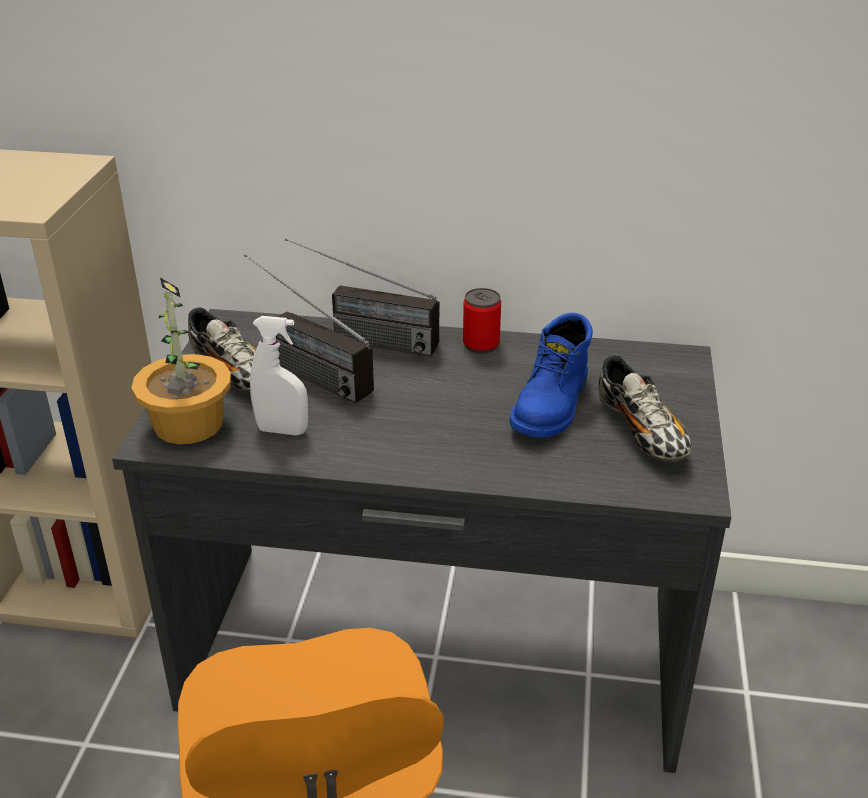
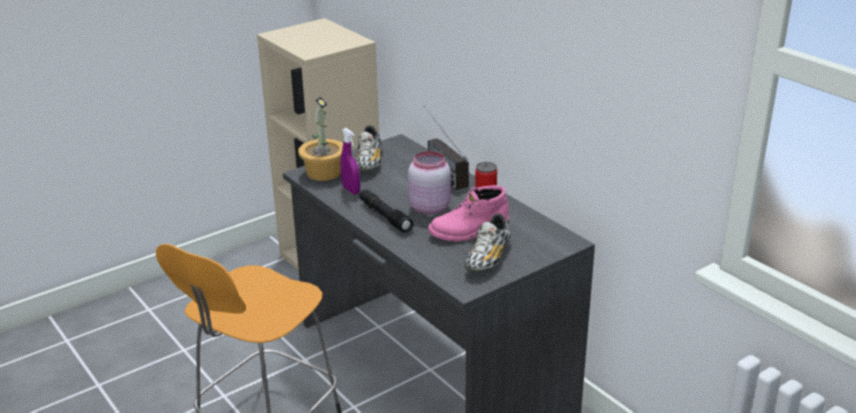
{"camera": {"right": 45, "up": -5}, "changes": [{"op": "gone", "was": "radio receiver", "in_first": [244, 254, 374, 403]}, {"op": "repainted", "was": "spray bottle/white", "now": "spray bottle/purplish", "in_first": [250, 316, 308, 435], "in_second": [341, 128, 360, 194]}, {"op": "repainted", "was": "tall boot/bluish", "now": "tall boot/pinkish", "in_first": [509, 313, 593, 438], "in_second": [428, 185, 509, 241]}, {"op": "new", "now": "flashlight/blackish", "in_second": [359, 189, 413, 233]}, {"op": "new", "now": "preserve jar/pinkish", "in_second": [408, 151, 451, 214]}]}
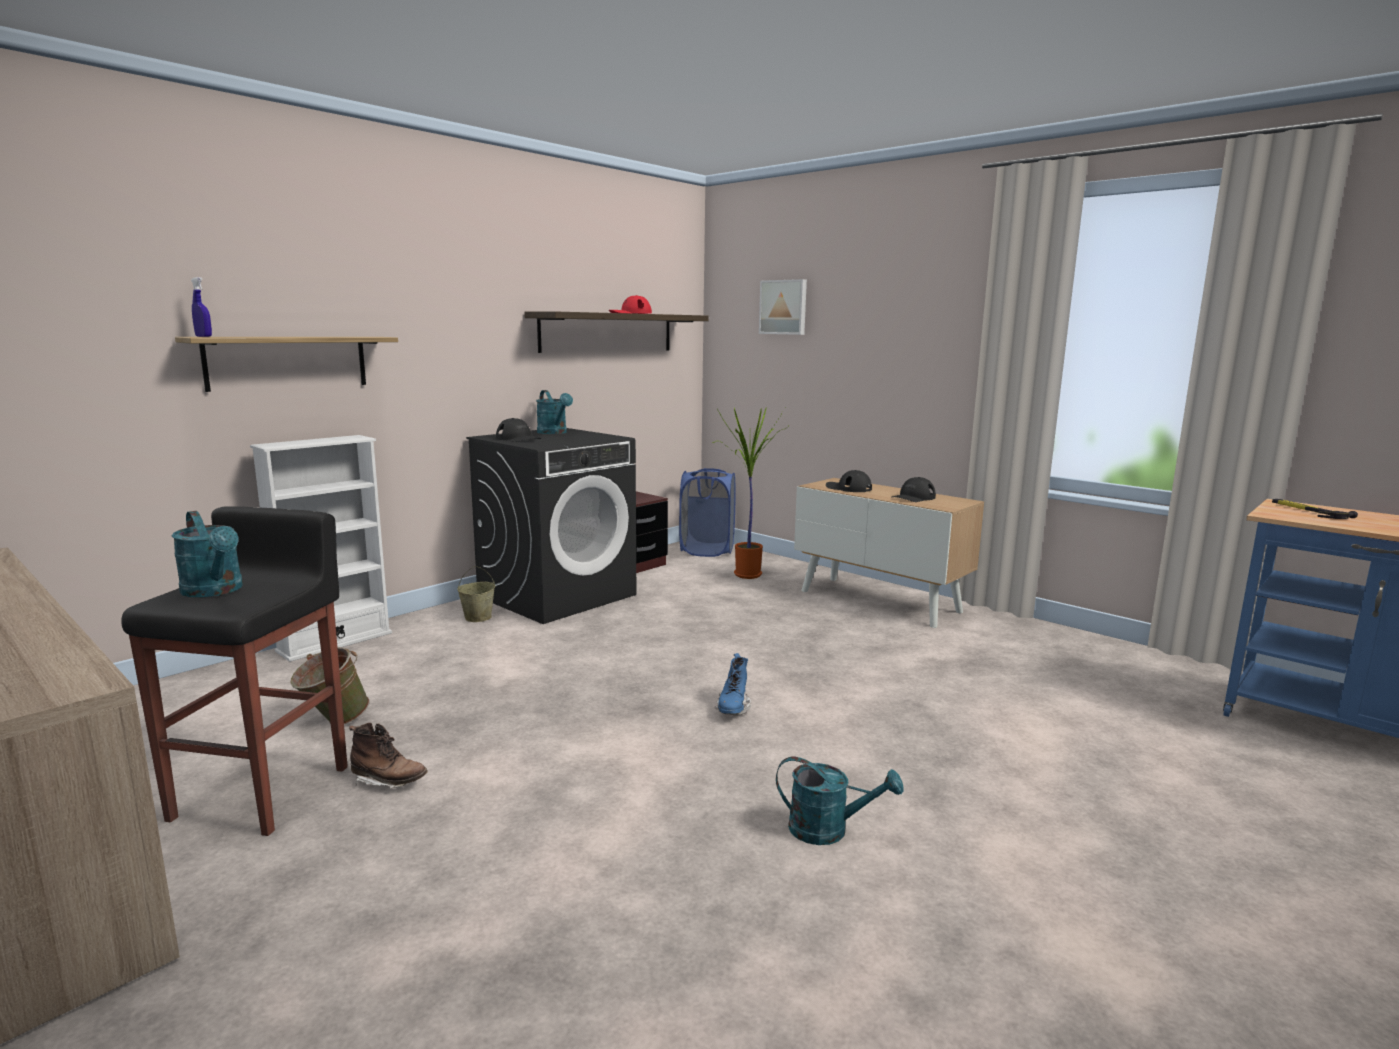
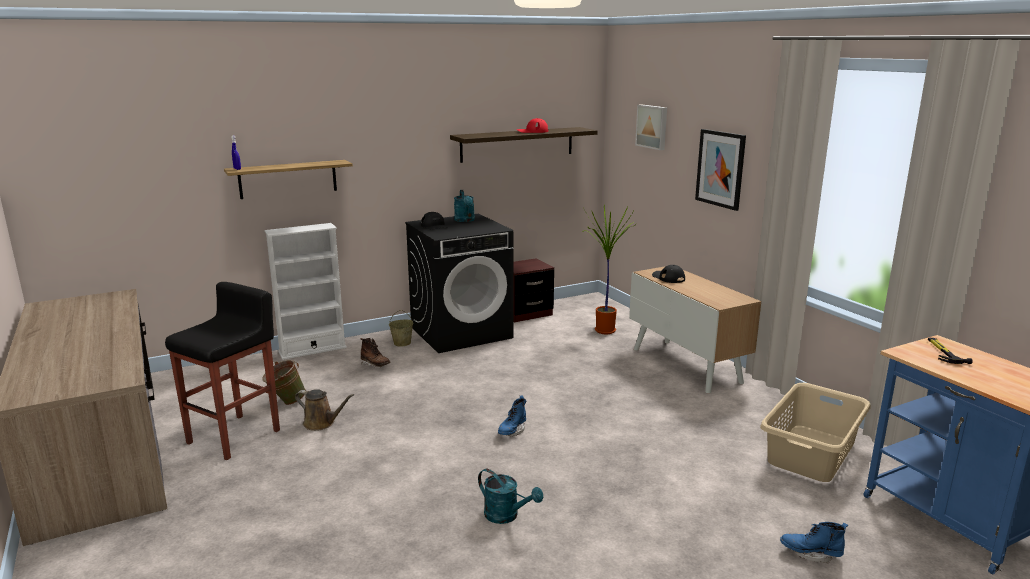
{"camera": {"right": 20, "up": 5}, "changes": [{"op": "gone", "was": "watering can/blue-green", "in_first": [171, 511, 243, 598]}, {"op": "shifted", "was": "tall boot/brown", "in_first": [349, 723, 428, 789], "in_second": [361, 338, 390, 367]}, {"op": "gone", "was": "hamper/bluish", "in_first": [679, 468, 736, 557]}, {"op": "gone", "was": "cap/blackish", "in_first": [892, 477, 936, 502]}, {"op": "new", "now": "watering can/brown", "in_second": [295, 389, 354, 431]}, {"op": "new", "now": "wall art", "in_second": [695, 129, 746, 211]}, {"op": "new", "now": "hamper/beige", "in_second": [760, 383, 871, 482]}, {"op": "new", "now": "tall boot/bluish", "in_second": [780, 522, 848, 563]}]}
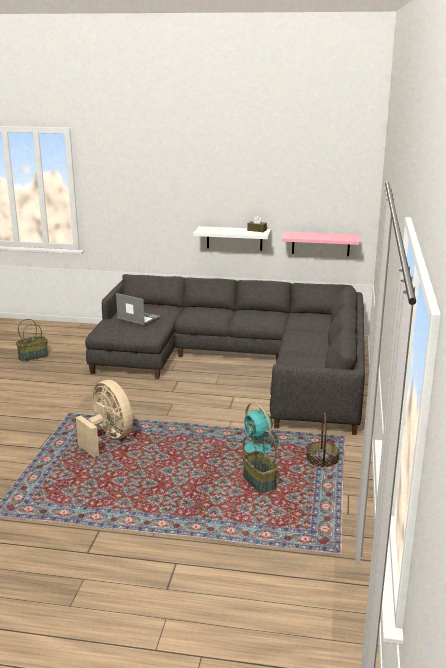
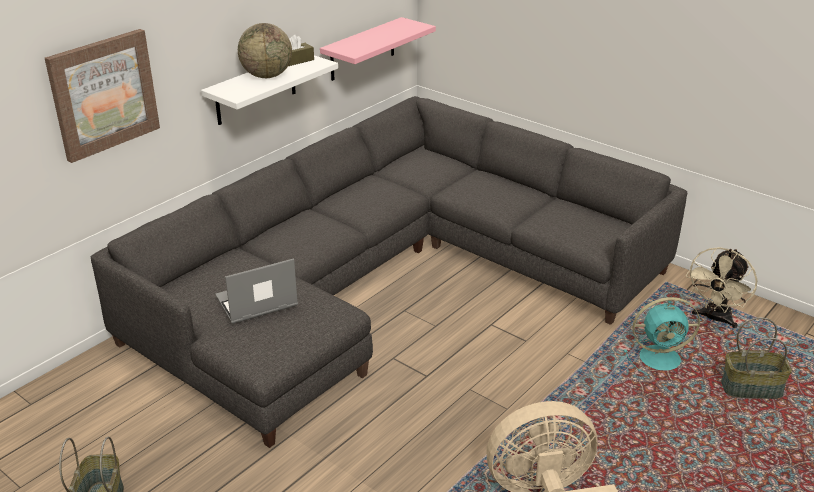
{"camera": {"right": -60, "up": 10}, "changes": [{"op": "swapped", "was": "storage basket", "now": "electric fan/beige", "in_first": [306, 413, 339, 467], "in_second": [686, 247, 758, 328]}, {"op": "new", "now": "wall art", "in_second": [45, 29, 160, 163]}, {"op": "new", "now": "world globe", "in_second": [238, 23, 292, 78]}]}
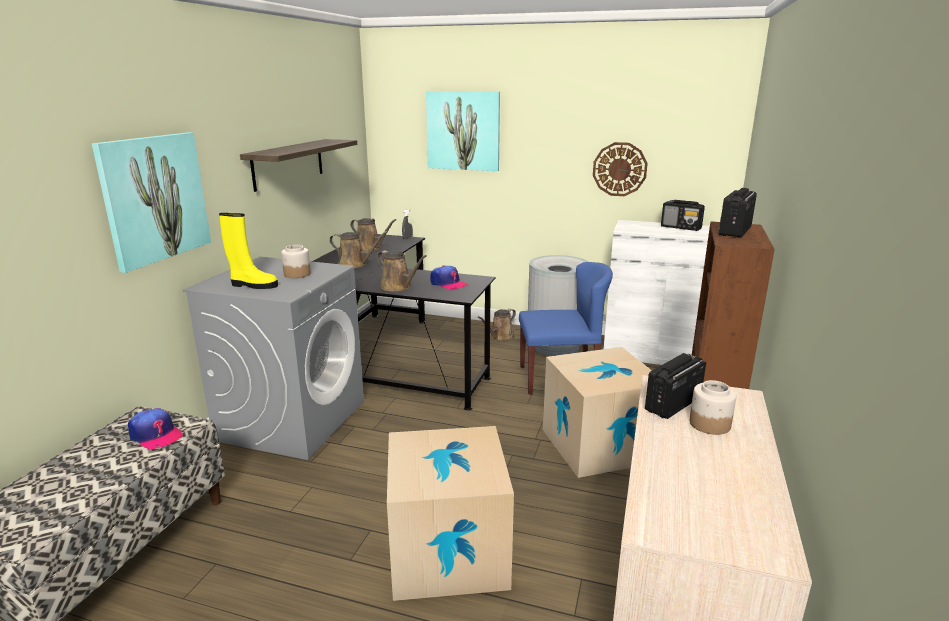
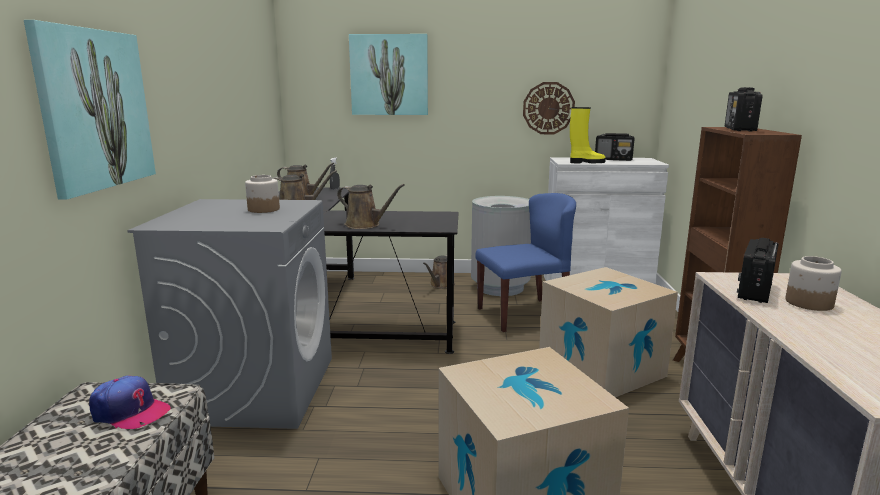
{"camera": {"right": -15, "up": -5}, "changes": [{"op": "shifted", "was": "tall boot/yellowish", "in_first": [219, 213, 278, 289], "in_second": [570, 107, 606, 163]}, {"op": "gone", "was": "bracket shelf", "in_first": [240, 139, 357, 192]}, {"op": "gone", "was": "cap", "in_first": [430, 265, 468, 289]}]}
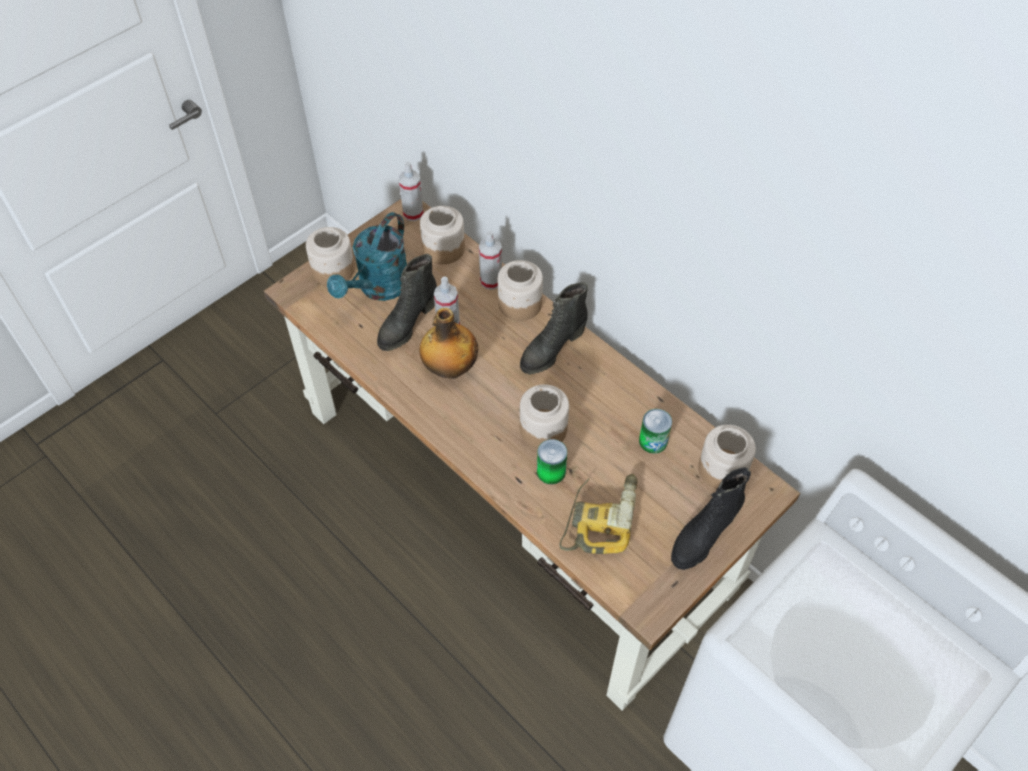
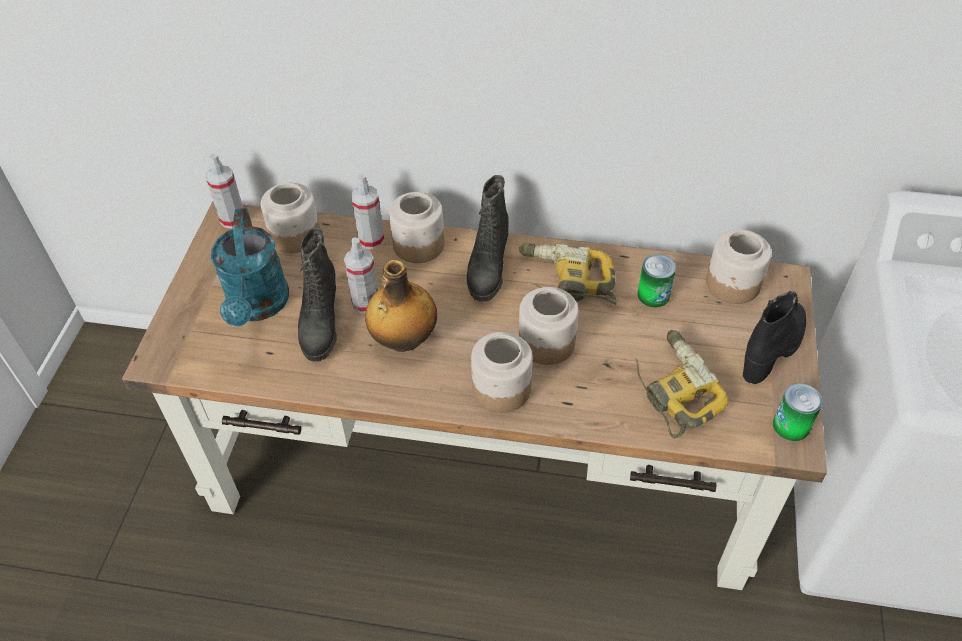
{"camera": {"right": -35, "up": -5}, "changes": [{"op": "shifted", "was": "preserve jar", "in_first": [306, 227, 355, 286], "in_second": [471, 332, 533, 413]}, {"op": "shifted", "was": "sealed can", "in_first": [537, 439, 567, 484], "in_second": [773, 383, 823, 441]}, {"op": "rotated", "was": "tall boot/blackish", "in_first": [671, 467, 751, 570], "in_second": [743, 291, 806, 384], "clockwise": -150}, {"op": "new", "now": "electric drill", "in_second": [518, 243, 617, 305]}]}
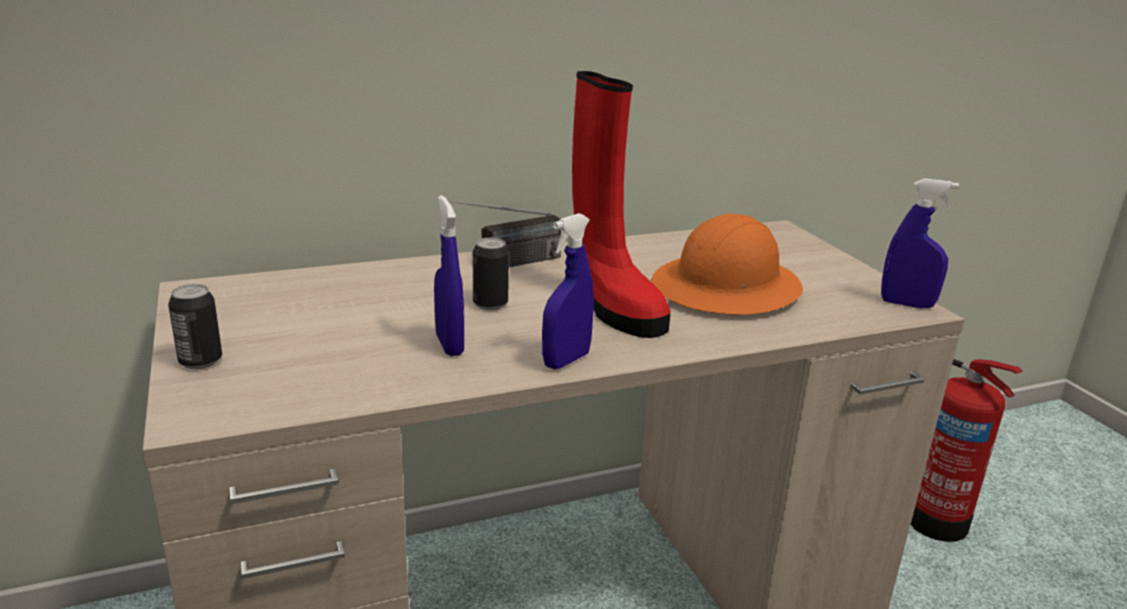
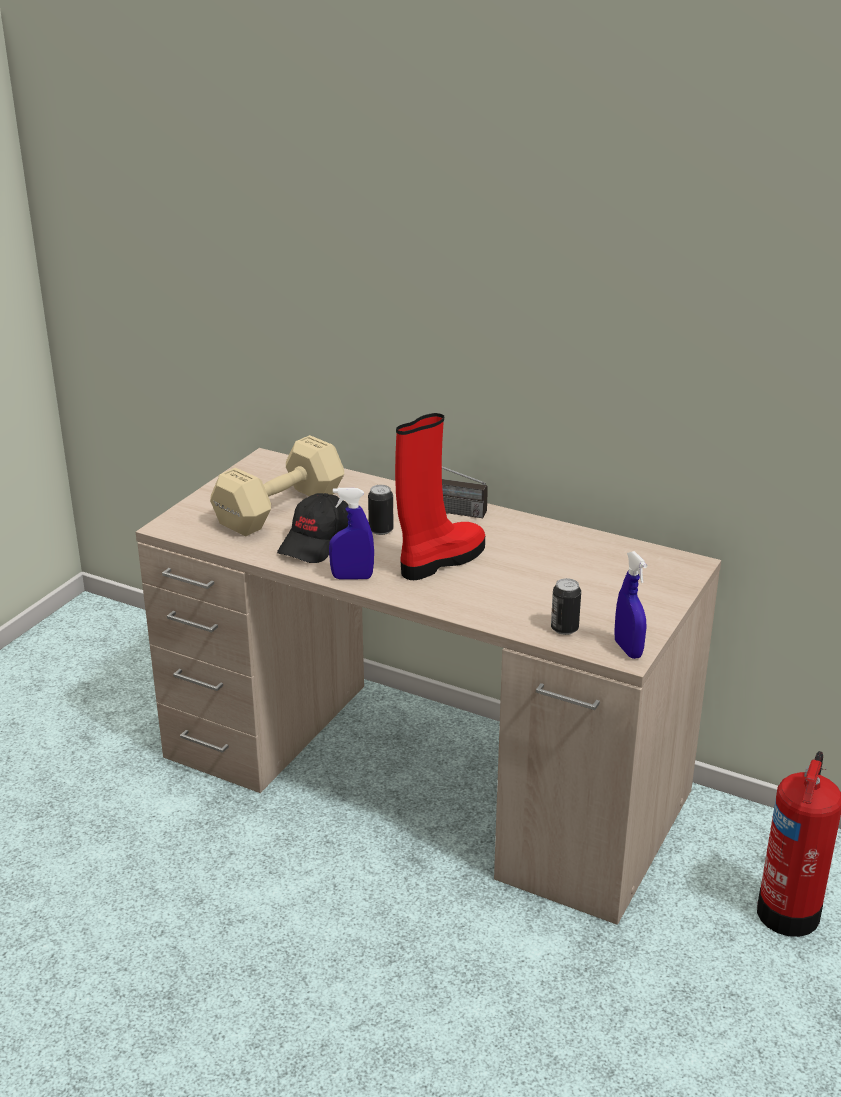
{"camera": {"right": 50, "up": 5}, "changes": [{"op": "shifted", "was": "sealed can", "in_first": [168, 284, 222, 369], "in_second": [551, 578, 581, 635]}, {"op": "swapped", "was": "spray bottle/bluish", "now": "cap/blackish", "in_first": [434, 195, 464, 356], "in_second": [277, 493, 349, 563]}, {"op": "rotated", "was": "tall boot/red", "in_first": [572, 71, 671, 338], "in_second": [395, 413, 485, 580], "clockwise": -150}, {"op": "gone", "was": "work helmet/orange-coloured", "in_first": [652, 213, 803, 315]}, {"op": "new", "now": "hand weight/beige", "in_second": [210, 435, 344, 536]}]}
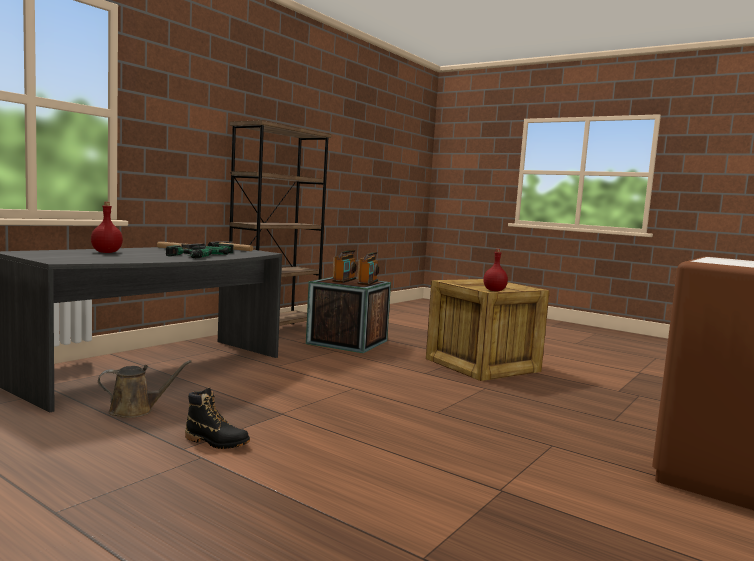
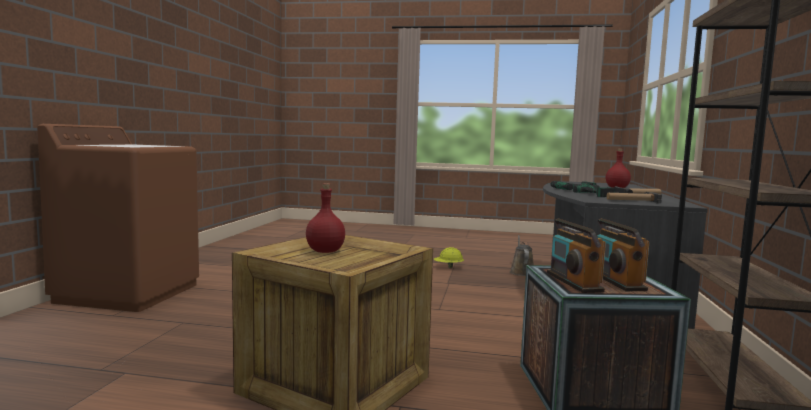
{"camera": {"right": 155, "up": 0}, "changes": [{"op": "rotated", "was": "watering can/brown", "in_first": [98, 360, 192, 418], "in_second": [510, 235, 534, 276], "clockwise": 135}, {"op": "swapped", "was": "tall boot/blackish", "now": "work helmet/yellowish", "in_first": [185, 388, 250, 449], "in_second": [434, 247, 464, 268]}]}
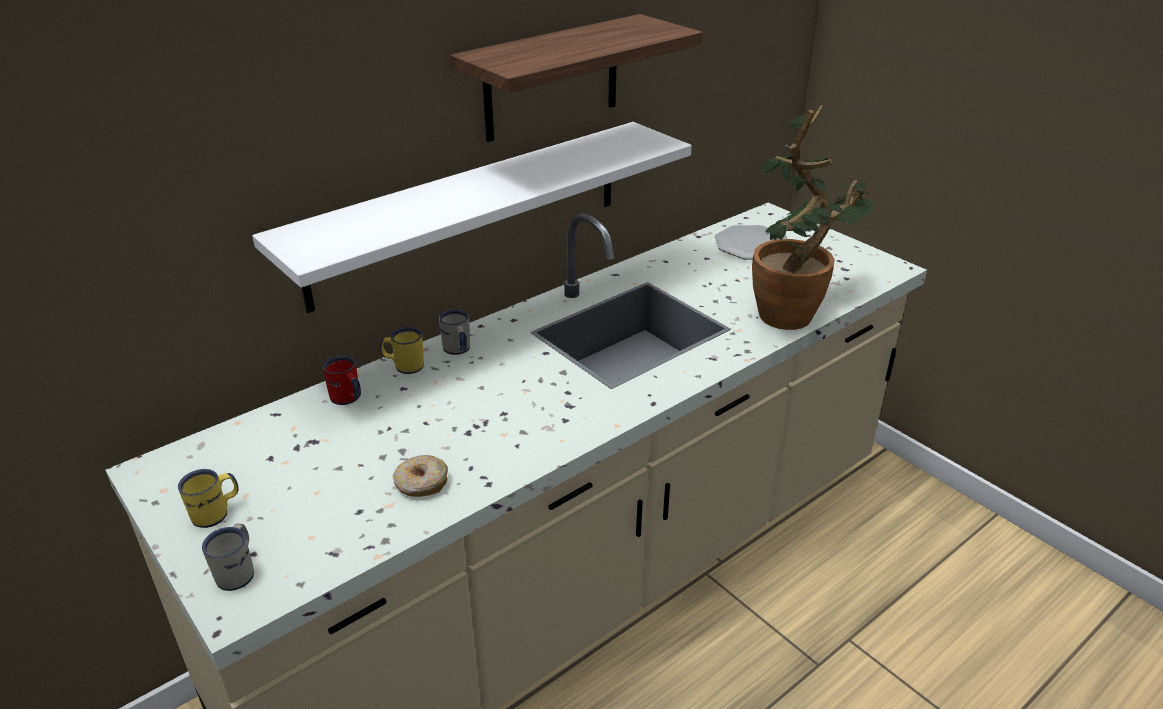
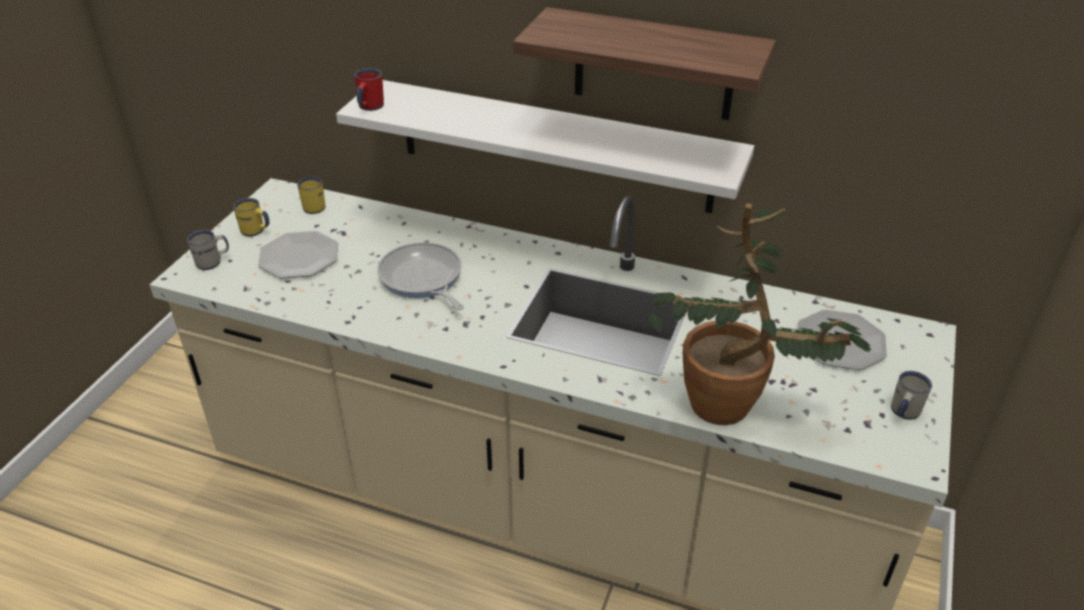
{"camera": {"right": 60, "up": 5}, "changes": [{"op": "shifted", "was": "mug/red", "in_first": [323, 356, 361, 405], "in_second": [354, 68, 384, 111]}, {"op": "shifted", "was": "mug/yellowish", "in_first": [380, 327, 424, 374], "in_second": [297, 176, 325, 214]}, {"op": "gone", "was": "ring doughnut", "in_first": [393, 455, 448, 497]}, {"op": "shifted", "was": "mug/white", "in_first": [439, 309, 470, 355], "in_second": [891, 371, 932, 420]}, {"op": "new", "now": "flat dish", "in_second": [258, 231, 338, 279]}, {"op": "new", "now": "frying pan", "in_second": [377, 242, 464, 310]}]}
